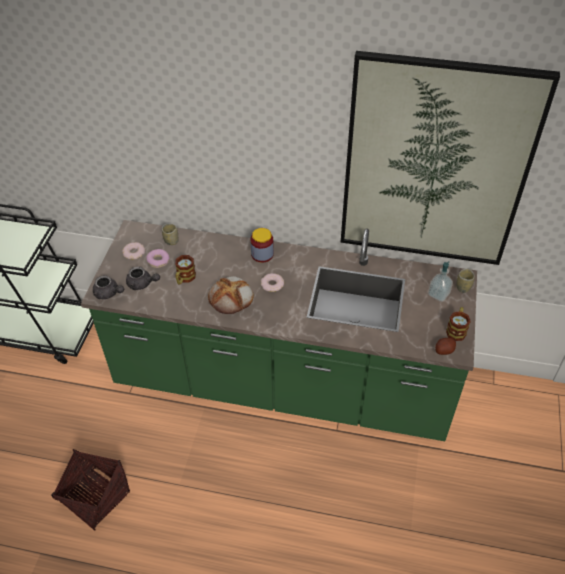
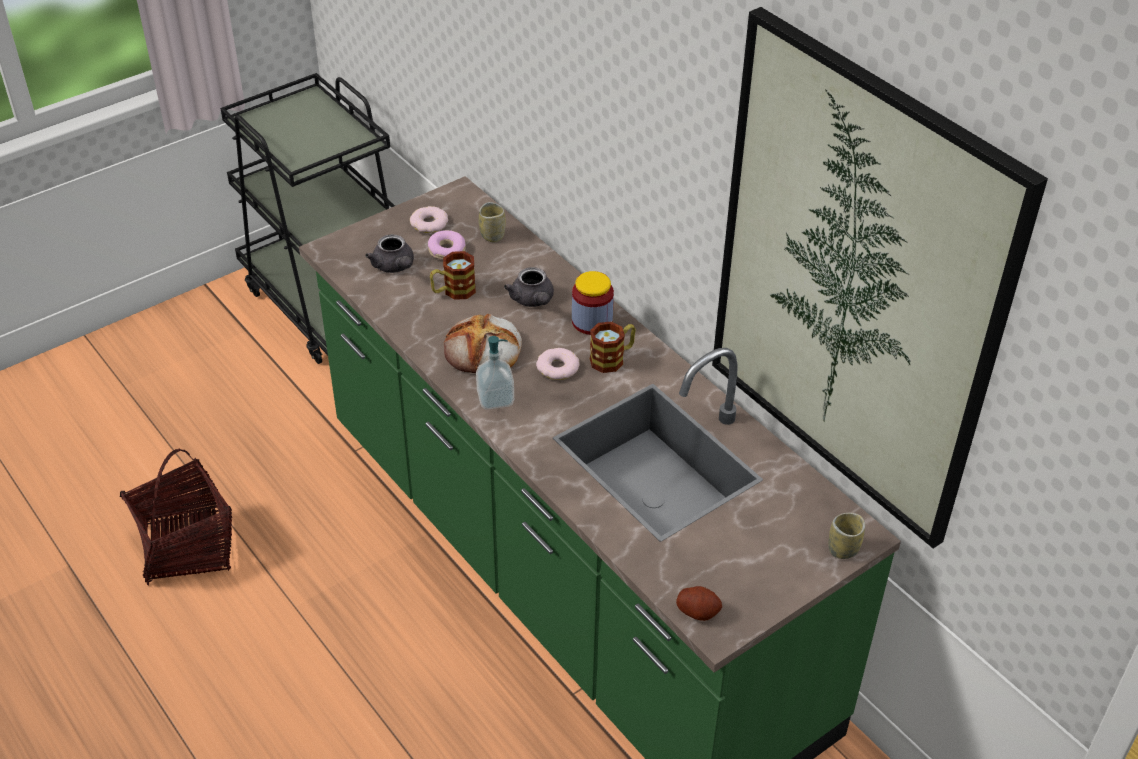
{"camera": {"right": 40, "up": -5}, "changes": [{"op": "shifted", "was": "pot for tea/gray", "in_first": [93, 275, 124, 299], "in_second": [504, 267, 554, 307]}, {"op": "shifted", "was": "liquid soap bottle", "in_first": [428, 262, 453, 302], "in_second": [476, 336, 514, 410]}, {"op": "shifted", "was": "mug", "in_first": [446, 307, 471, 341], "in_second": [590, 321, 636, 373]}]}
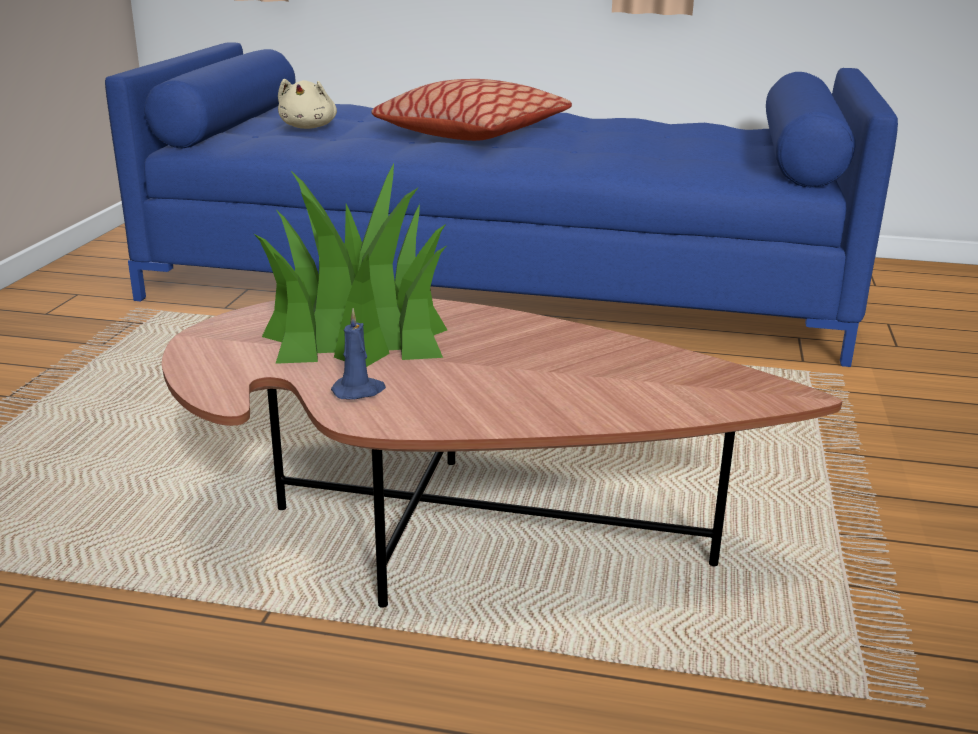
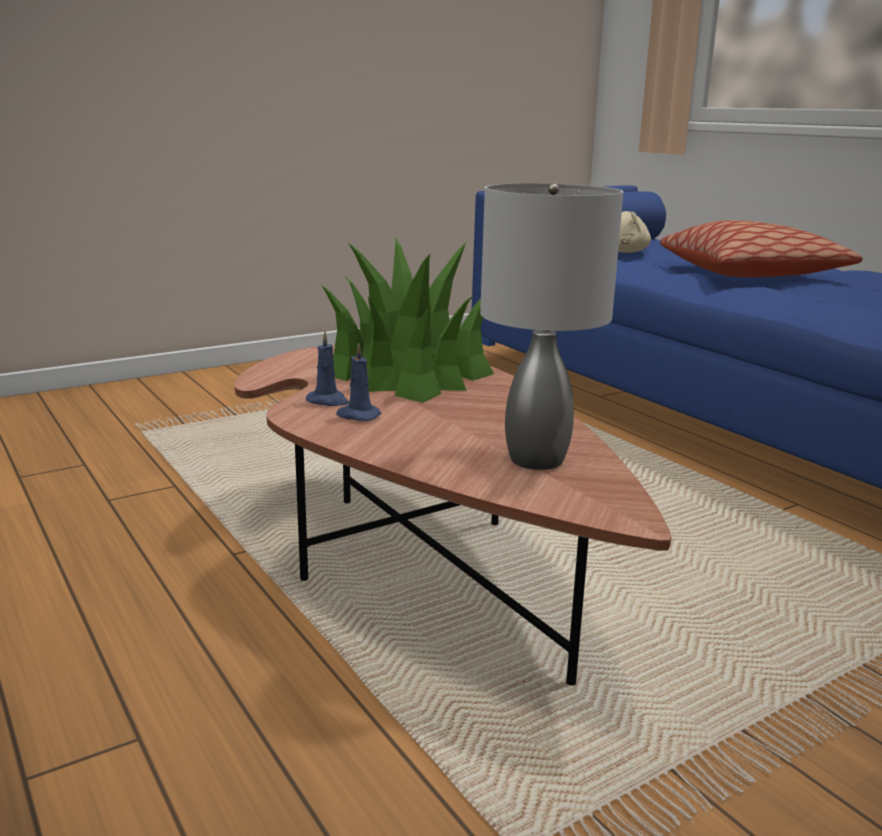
{"camera": {"right": 45, "up": -5}, "changes": [{"op": "new", "now": "candle/bluish", "in_second": [336, 342, 381, 421]}, {"op": "new", "now": "table lamp/gray", "in_second": [480, 183, 624, 470]}]}
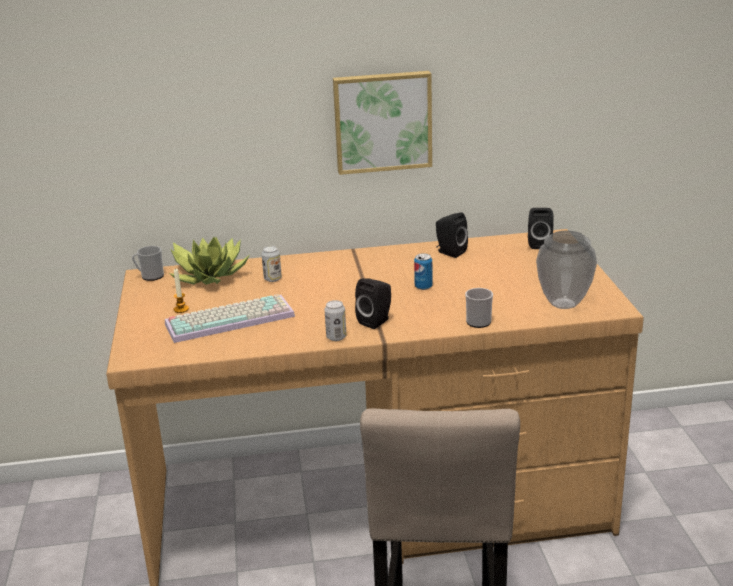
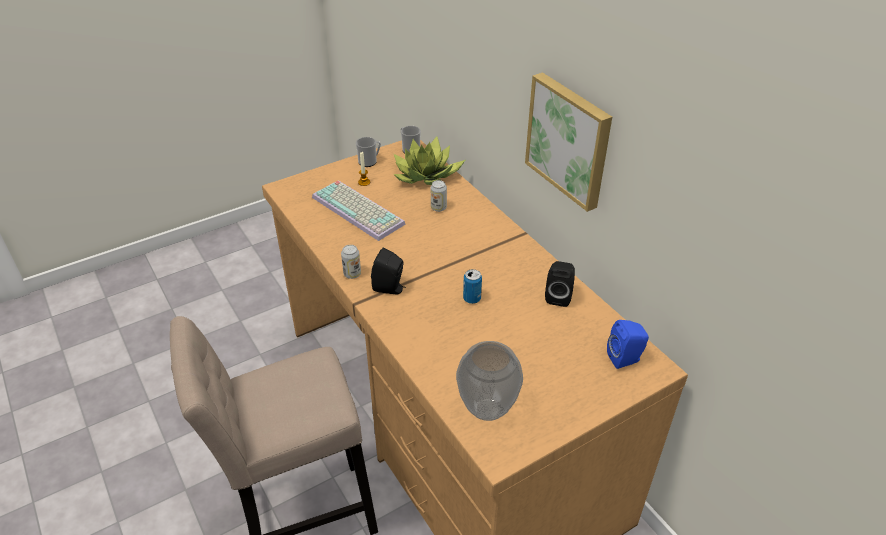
{"camera": {"right": 65, "up": 15}, "changes": [{"op": "shifted", "was": "mug", "in_first": [465, 288, 493, 328], "in_second": [356, 137, 381, 167]}, {"op": "repainted", "was": "audio speaker/blackish", "now": "audio speaker/bluish", "in_first": [528, 208, 554, 249], "in_second": [607, 320, 649, 369]}]}
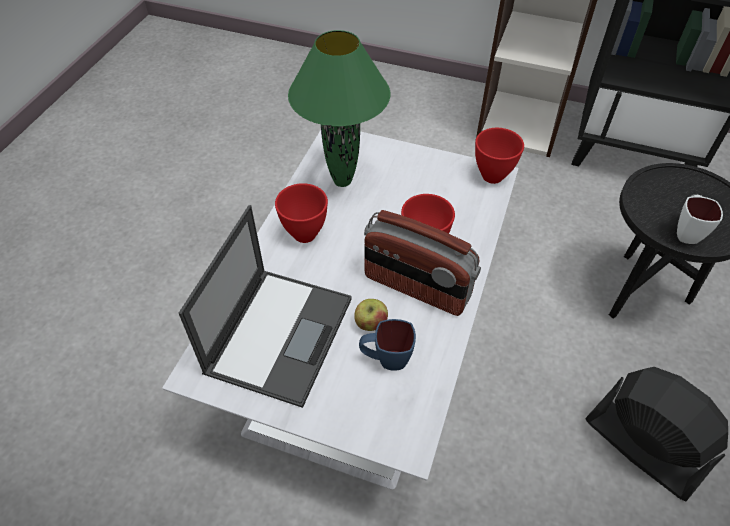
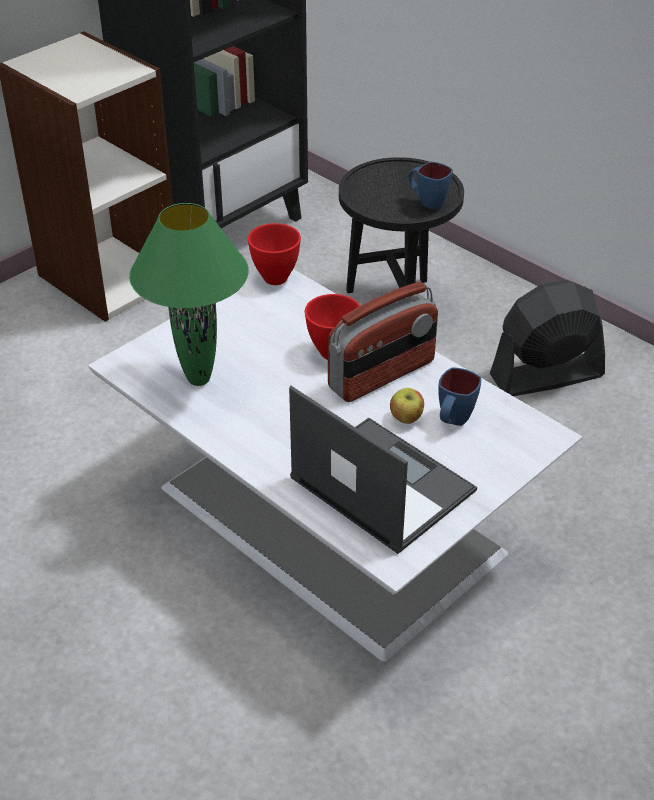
{"camera": {"right": -65, "up": -10}, "changes": [{"op": "gone", "was": "serving bowl/red", "in_first": [275, 183, 328, 243]}, {"op": "repainted", "was": "mug/white", "now": "mug/bluish", "in_first": [677, 195, 723, 244], "in_second": [408, 162, 453, 210]}]}
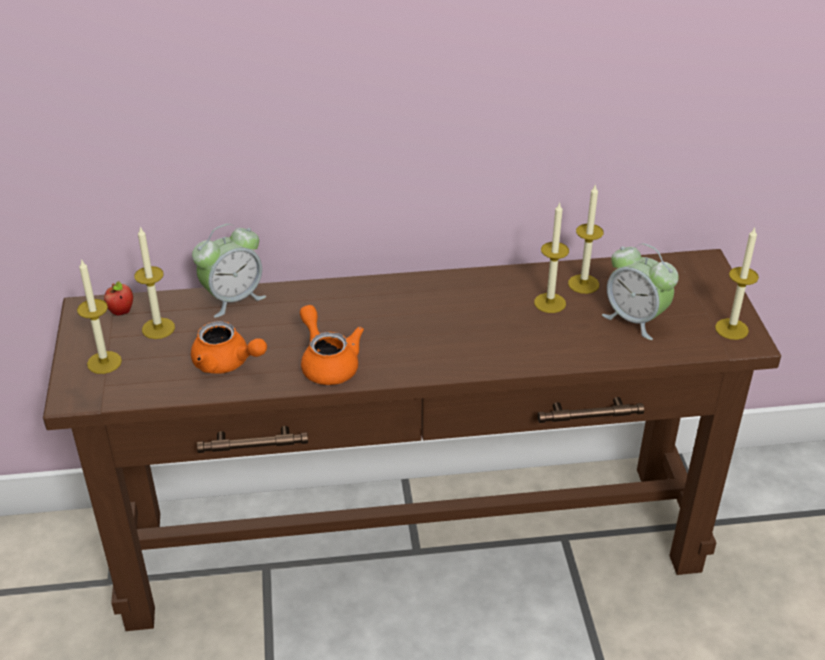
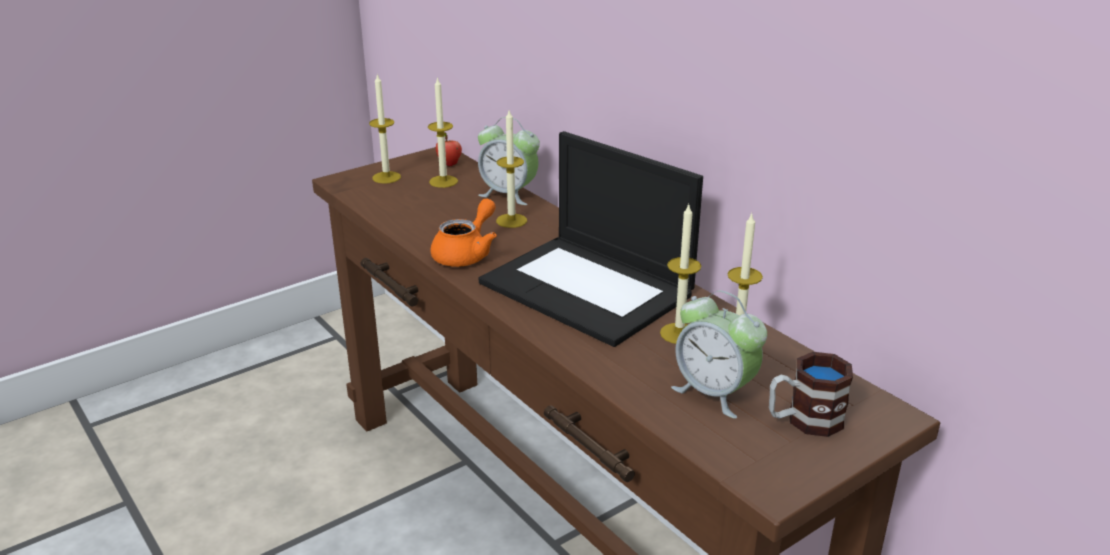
{"camera": {"right": 60, "up": -10}, "changes": [{"op": "gone", "was": "pot for tea/orange-coloured", "in_first": [191, 321, 267, 374]}, {"op": "rotated", "was": "table clock", "in_first": [602, 243, 679, 340], "in_second": [671, 290, 767, 419], "clockwise": -60}, {"op": "shifted", "was": "candle", "in_first": [715, 227, 759, 340], "in_second": [496, 110, 527, 228]}, {"op": "new", "now": "laptop", "in_second": [479, 131, 703, 347]}, {"op": "new", "now": "mug", "in_second": [769, 352, 853, 437]}]}
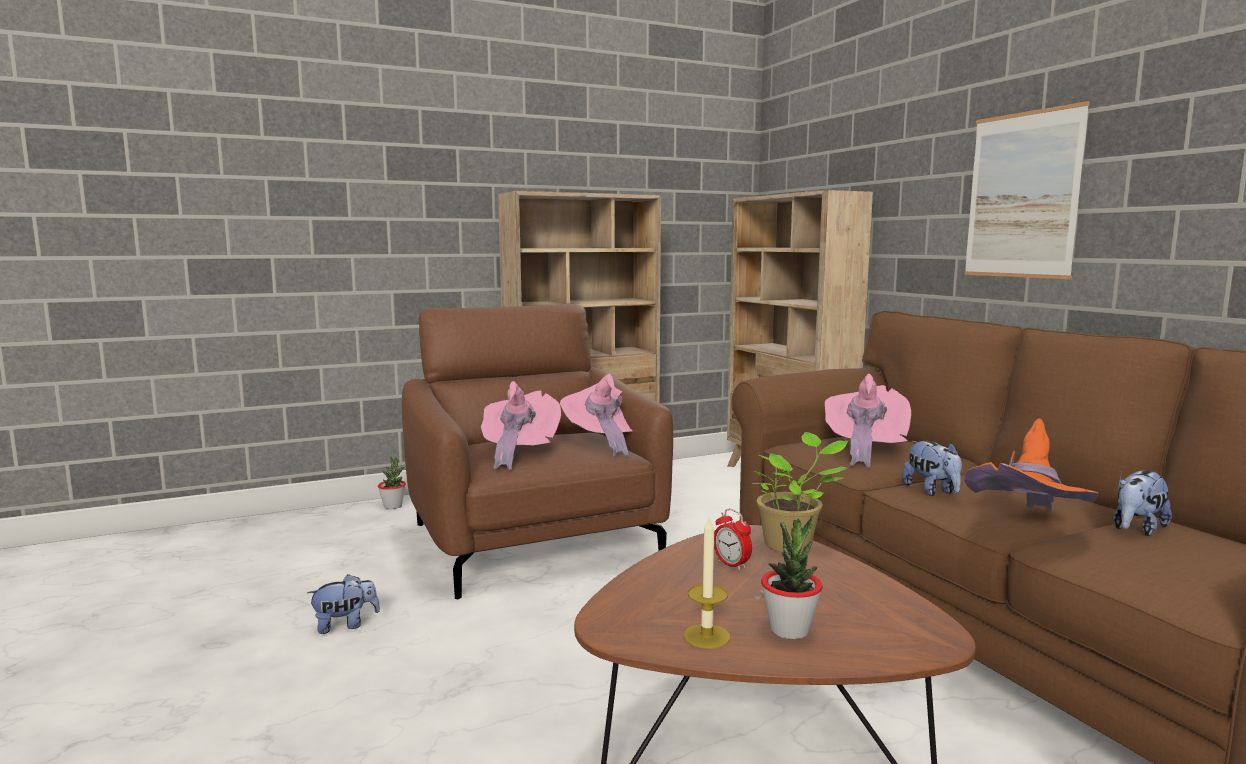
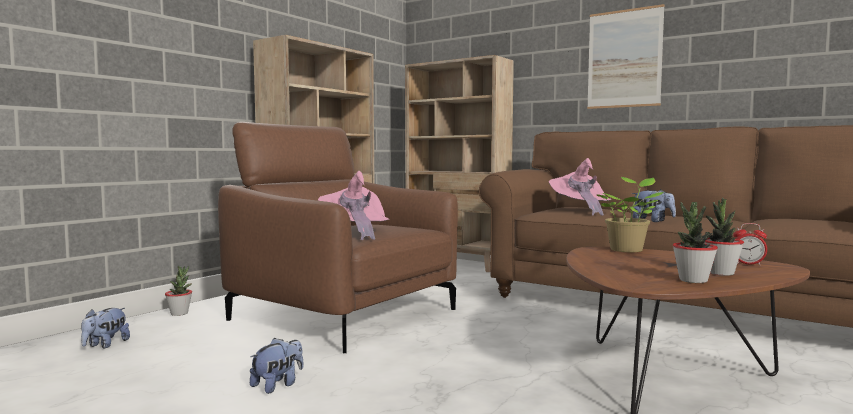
{"camera": {"right": -30, "up": -5}, "changes": [{"op": "gone", "was": "wearable hat/pinkish", "in_first": [560, 374, 633, 457]}, {"op": "swapped", "was": "candle", "now": "plant in a pot", "in_first": [684, 516, 730, 649], "in_second": [673, 202, 718, 283]}, {"op": "shifted", "was": "table clock", "in_first": [714, 509, 752, 570], "in_second": [733, 223, 767, 265]}, {"op": "gone", "was": "wearable hat/orange-coloured", "in_first": [964, 419, 1098, 510]}, {"op": "shifted", "was": "soft toy", "in_first": [1113, 470, 1172, 536], "in_second": [81, 308, 130, 348]}]}
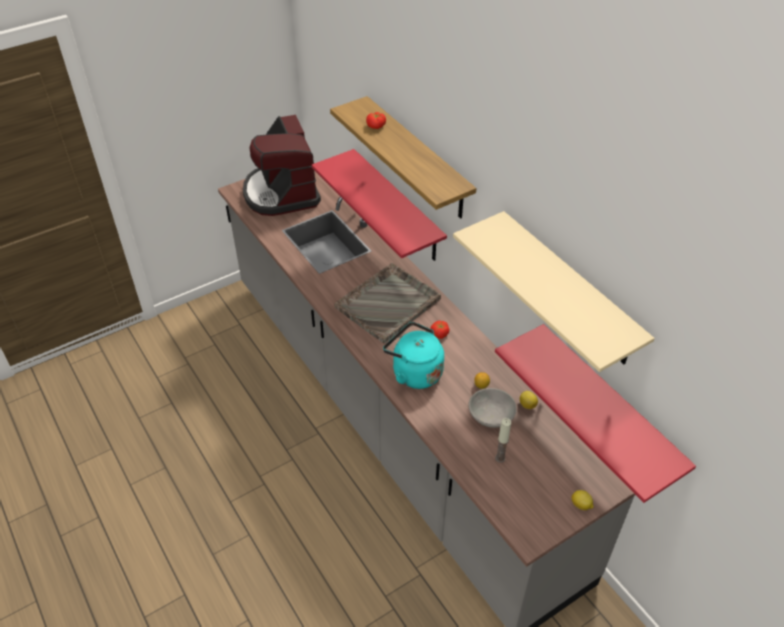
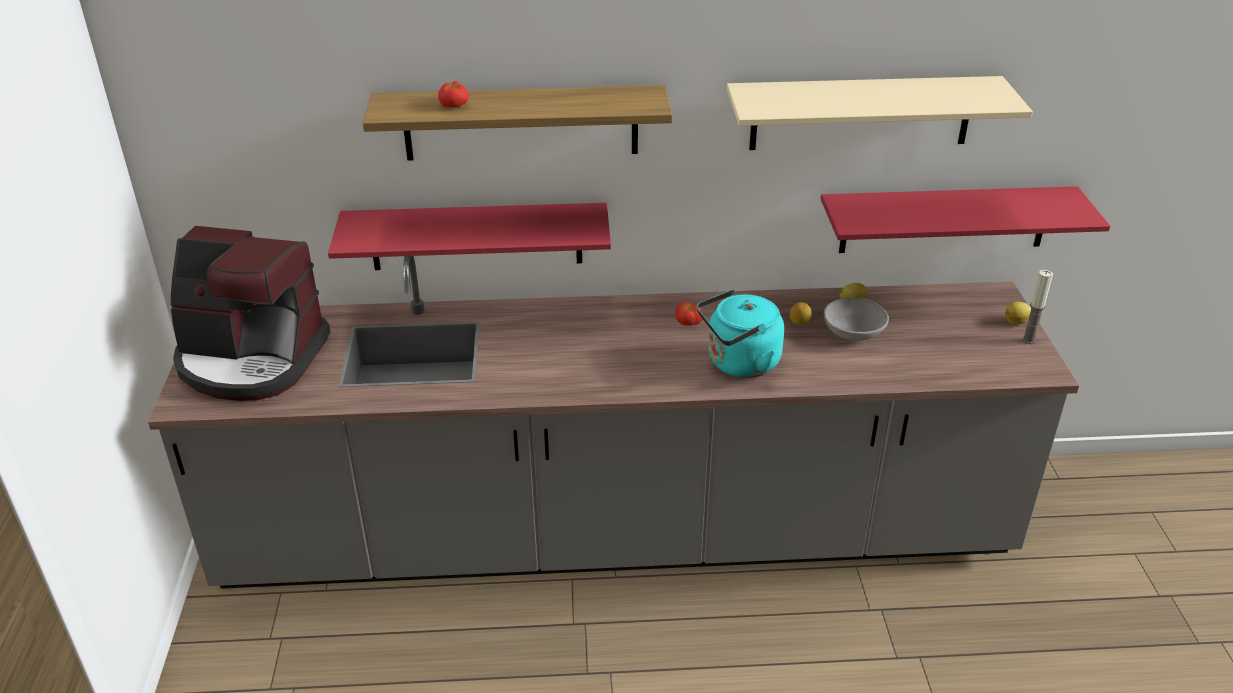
{"camera": {"right": -60, "up": -10}, "changes": [{"op": "gone", "was": "carrying tray/gray", "in_first": [334, 263, 441, 343]}, {"op": "shifted", "was": "candle", "in_first": [495, 418, 511, 463], "in_second": [1022, 270, 1053, 344]}]}
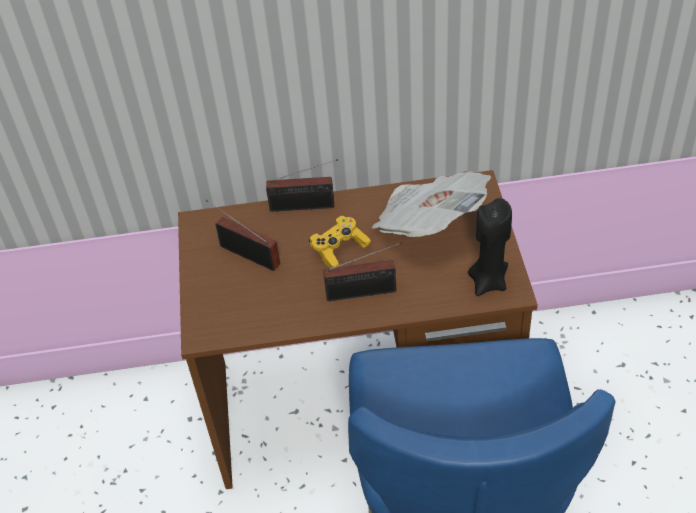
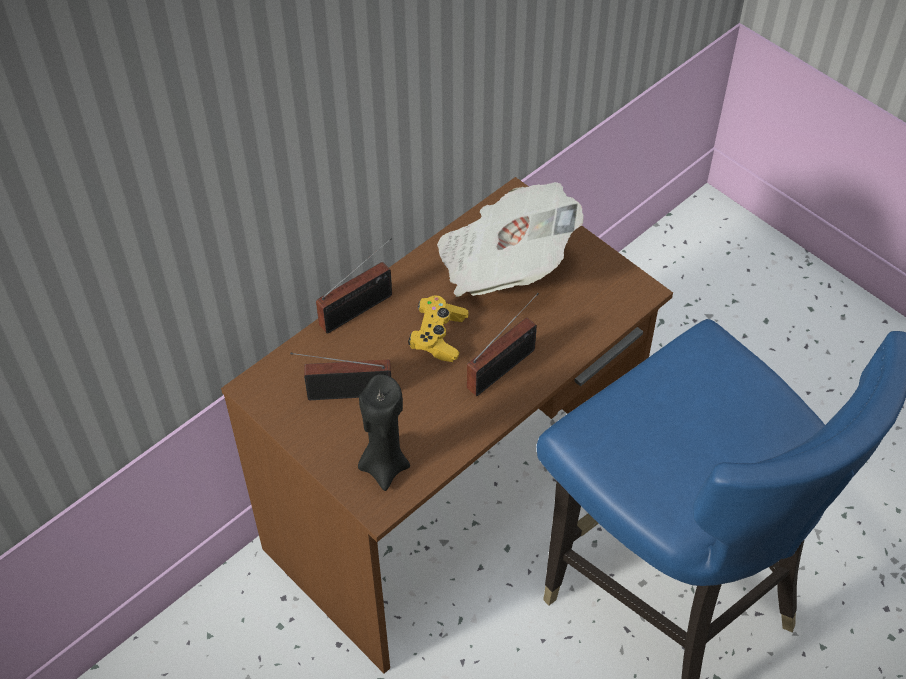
{"camera": {"right": -40, "up": 5}, "changes": [{"op": "shifted", "was": "candle/blackish", "in_first": [468, 198, 512, 296], "in_second": [358, 374, 410, 491]}]}
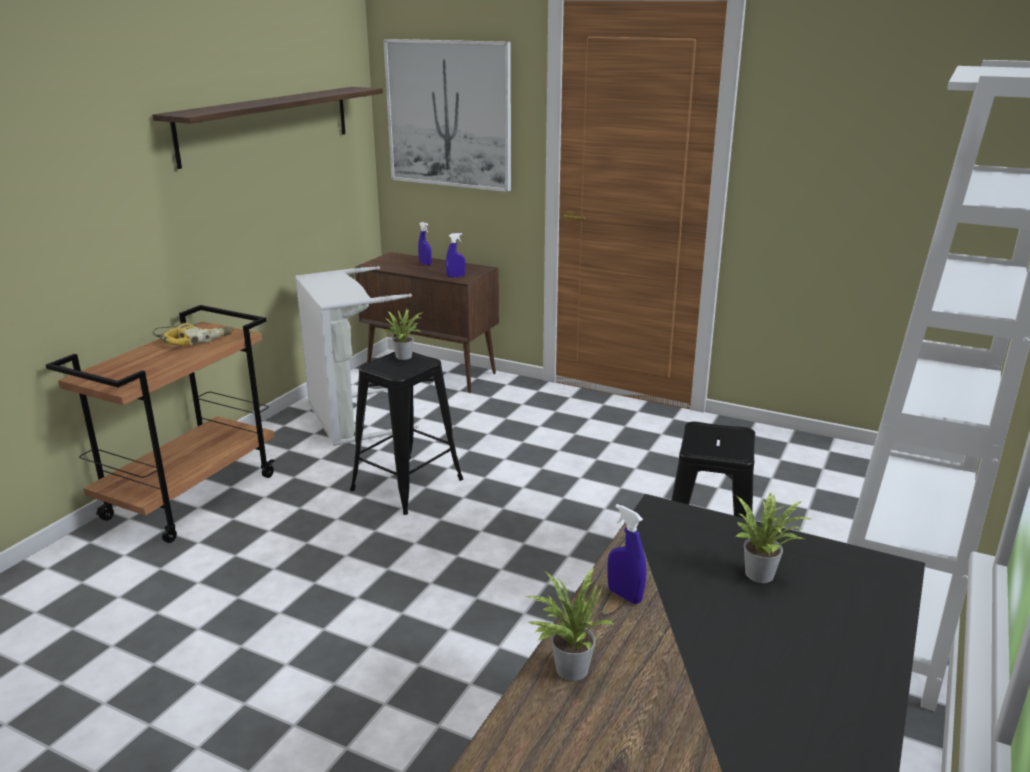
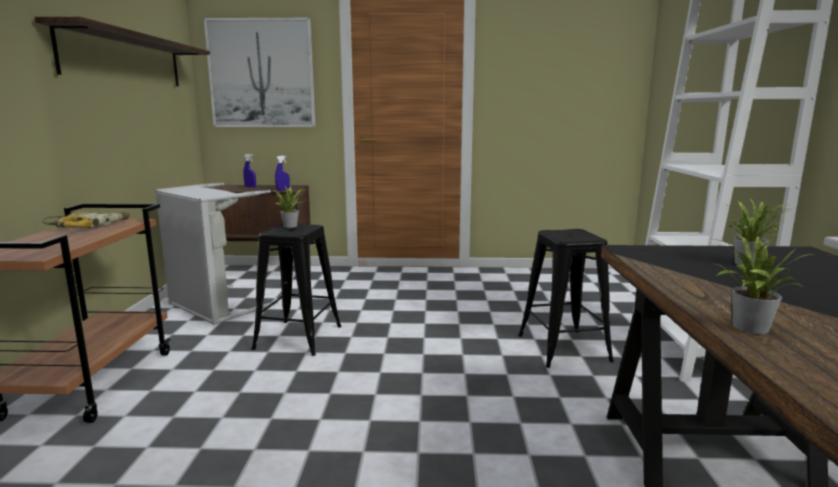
{"camera": {"right": -25, "up": -10}, "changes": [{"op": "gone", "was": "spray bottle/bluish", "in_first": [607, 504, 646, 604]}]}
